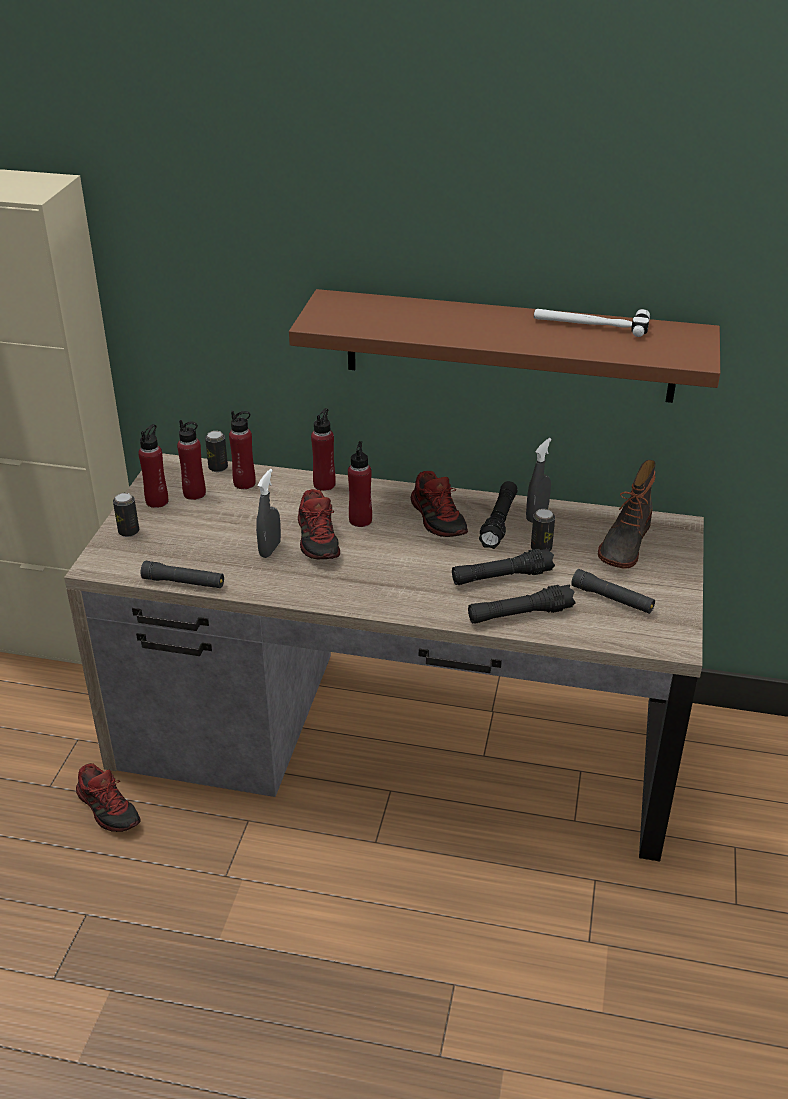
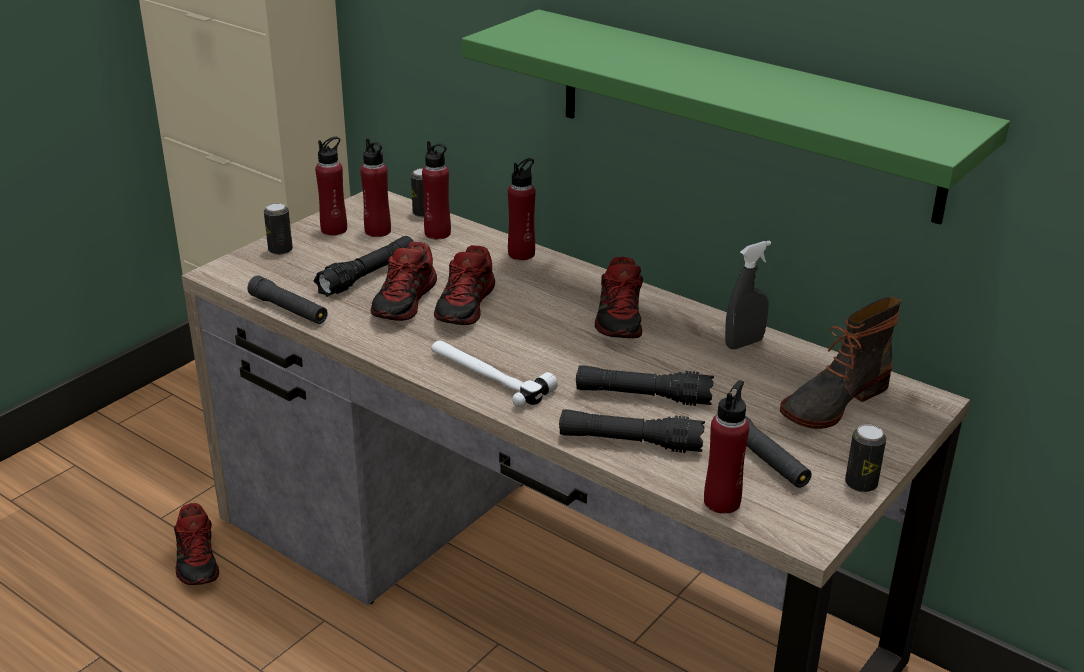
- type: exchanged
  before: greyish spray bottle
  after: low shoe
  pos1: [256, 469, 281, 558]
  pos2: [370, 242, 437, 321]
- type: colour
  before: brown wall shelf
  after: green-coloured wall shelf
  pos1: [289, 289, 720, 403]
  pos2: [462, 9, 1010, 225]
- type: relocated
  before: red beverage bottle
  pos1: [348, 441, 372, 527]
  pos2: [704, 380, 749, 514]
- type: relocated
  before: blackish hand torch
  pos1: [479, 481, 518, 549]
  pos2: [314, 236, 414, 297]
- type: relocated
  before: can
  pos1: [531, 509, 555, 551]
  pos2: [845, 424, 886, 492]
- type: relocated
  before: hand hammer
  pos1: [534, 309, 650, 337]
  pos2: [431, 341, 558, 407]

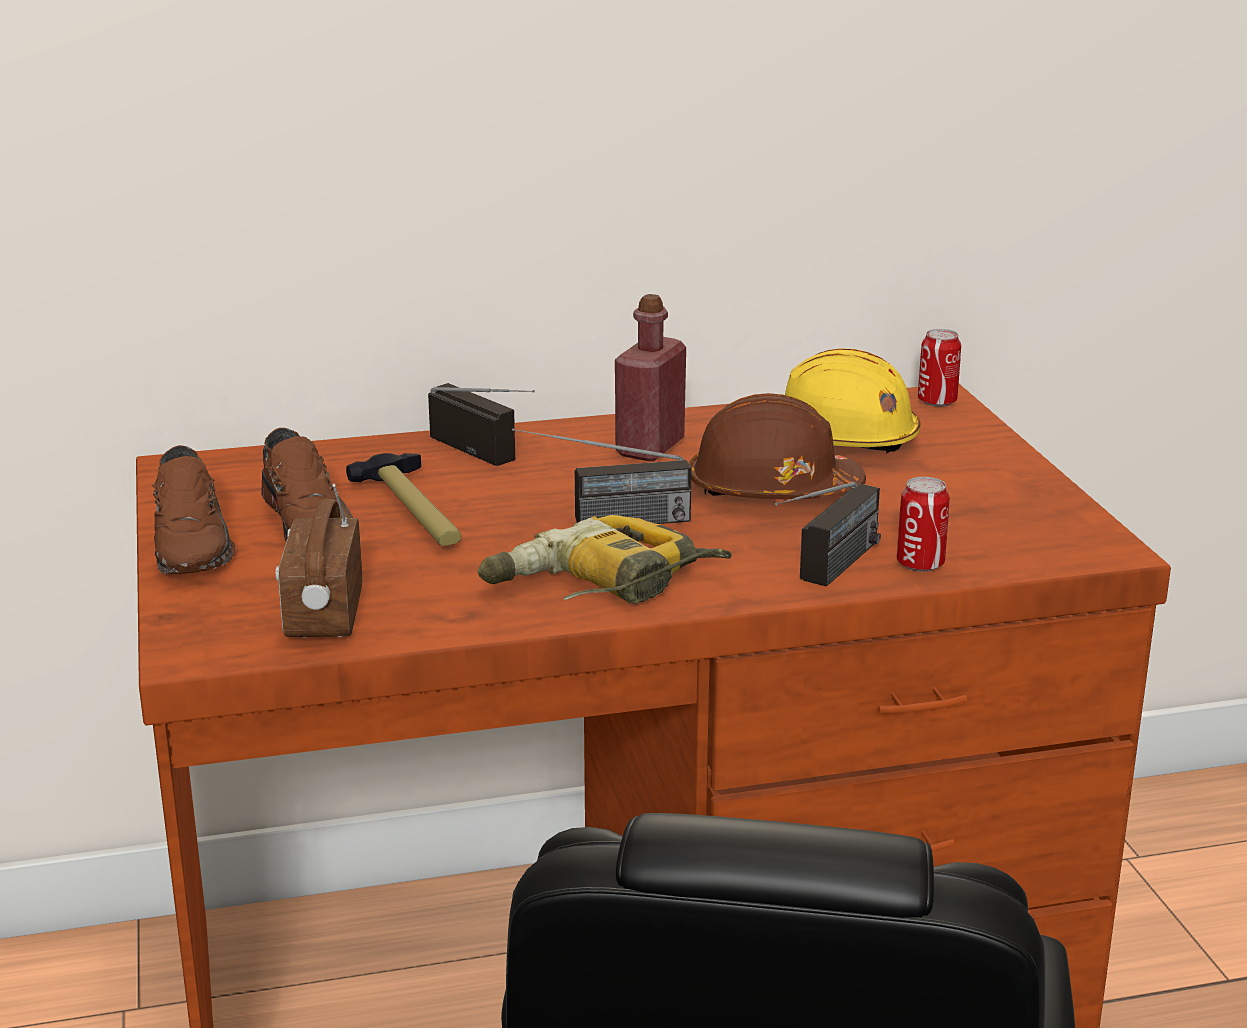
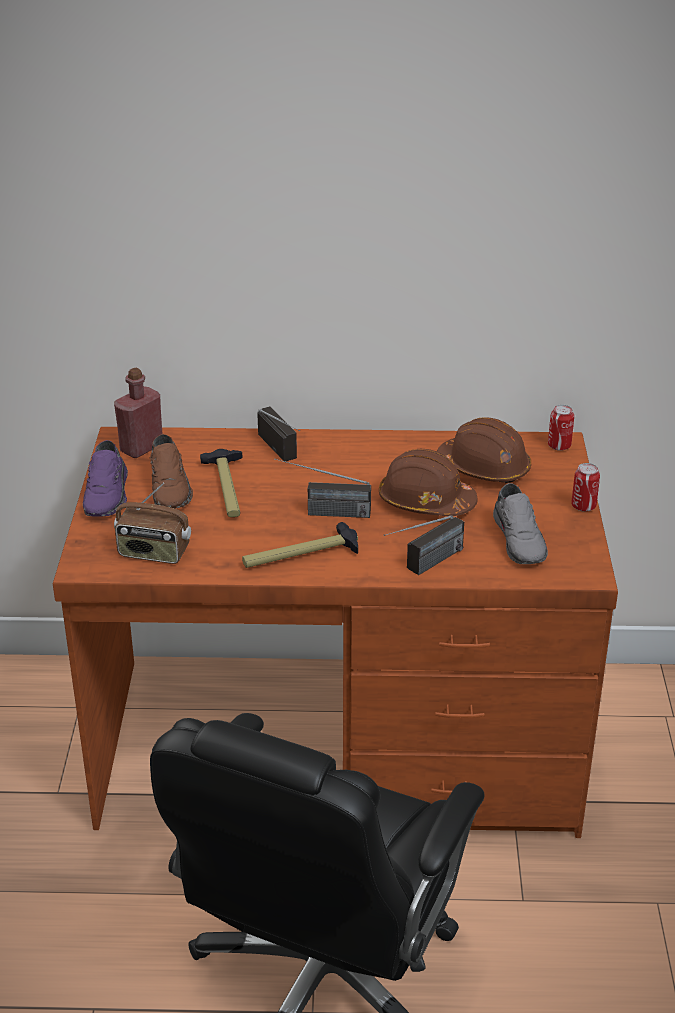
- type: colour
  before: brown low shoe
  after: purple-coloured low shoe
  pos1: [152, 445, 235, 574]
  pos2: [83, 440, 128, 517]
- type: spun
  before: radio receiver
  pos1: [276, 484, 362, 638]
  pos2: [114, 482, 191, 564]
  turn: -90
- type: exchanged
  before: drill
  after: hand hammer
  pos1: [478, 515, 732, 604]
  pos2: [242, 522, 358, 568]
- type: relocated
  before: red beverage bottle
  pos1: [615, 294, 686, 462]
  pos2: [114, 368, 163, 458]
- type: colour
  before: yellow-coloured safety helmet
  after: brown safety helmet
  pos1: [785, 348, 920, 454]
  pos2: [437, 417, 531, 483]
- type: relocated
  before: can
  pos1: [897, 477, 950, 572]
  pos2: [571, 463, 600, 512]
- type: appeared
  after: greyish low shoe
  pos2: [493, 483, 548, 564]

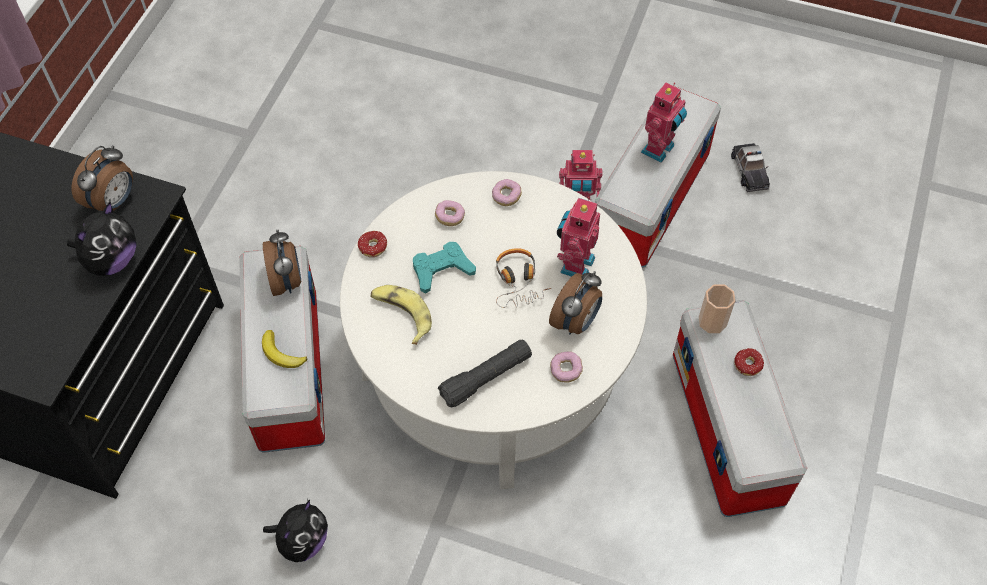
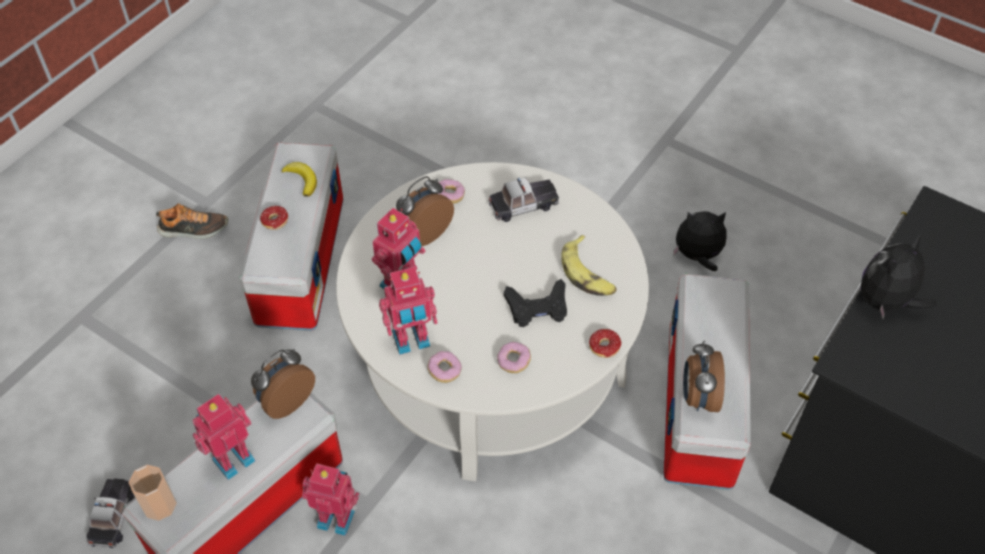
- type: relocated
  before: alarm clock
  pos1: [71, 145, 133, 211]
  pos2: [251, 349, 315, 419]
- type: relocated
  before: banana fruit
  pos1: [262, 330, 307, 368]
  pos2: [281, 162, 317, 197]
- type: spun
  before: plush toy
  pos1: [263, 500, 328, 562]
  pos2: [673, 211, 727, 271]
  turn: 45
- type: colour
  before: turquoise-coloured gamepad
  after: blackish gamepad
  pos1: [413, 242, 476, 294]
  pos2: [504, 279, 567, 327]
- type: exchanged
  before: blackish hand torch
  after: miniature car
  pos1: [438, 339, 532, 407]
  pos2: [488, 177, 559, 222]
- type: missing
  before: headphones
  pos1: [496, 248, 551, 308]
- type: relocated
  before: small cup
  pos1: [699, 284, 735, 333]
  pos2: [129, 465, 177, 521]
- type: appeared
  after: low shoe
  pos2: [156, 203, 228, 239]
- type: appeared
  after: toy robot
  pos2: [379, 267, 438, 355]

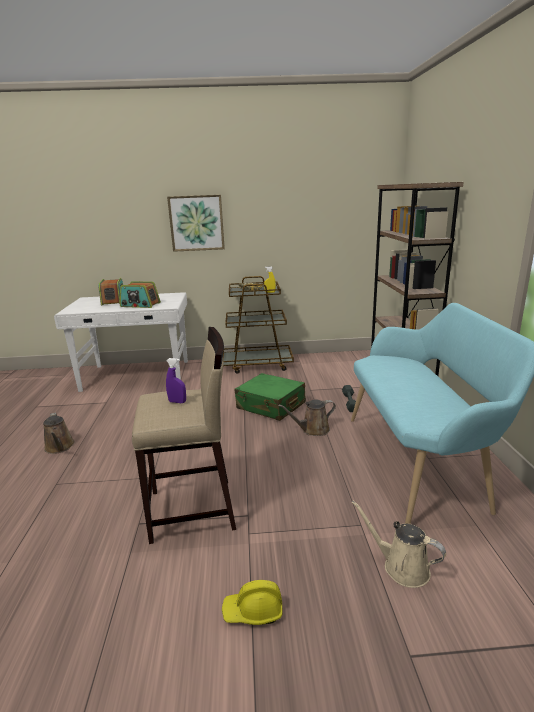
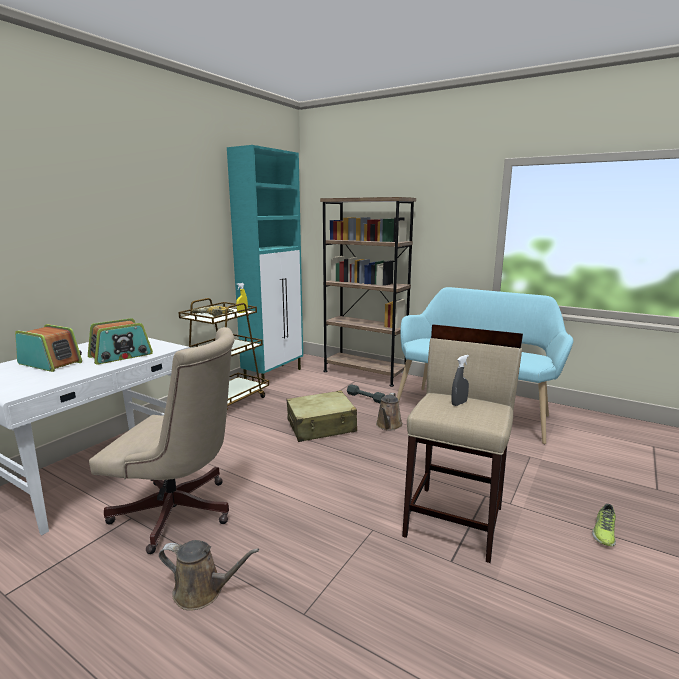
- type: colour
  before: purple-coloured spray bottle
  after: greyish spray bottle
  pos1: [166, 358, 186, 403]
  pos2: [451, 355, 469, 406]
- type: missing
  before: wall picture
  pos1: [167, 195, 225, 252]
- type: exchanged
  before: yellow-coloured safety helmet
  after: low shoe
  pos1: [222, 580, 282, 625]
  pos2: [592, 504, 616, 546]
- type: colour
  before: green-coloured suitcase
  after: beige suitcase
  pos1: [235, 373, 306, 421]
  pos2: [287, 390, 357, 442]
- type: missing
  before: beige watering can
  pos1: [352, 501, 446, 588]
- type: appeared
  after: beige desk chair
  pos2: [89, 327, 235, 554]
- type: appeared
  after: turquoise-coloured storage cabinet
  pos2: [227, 145, 303, 383]

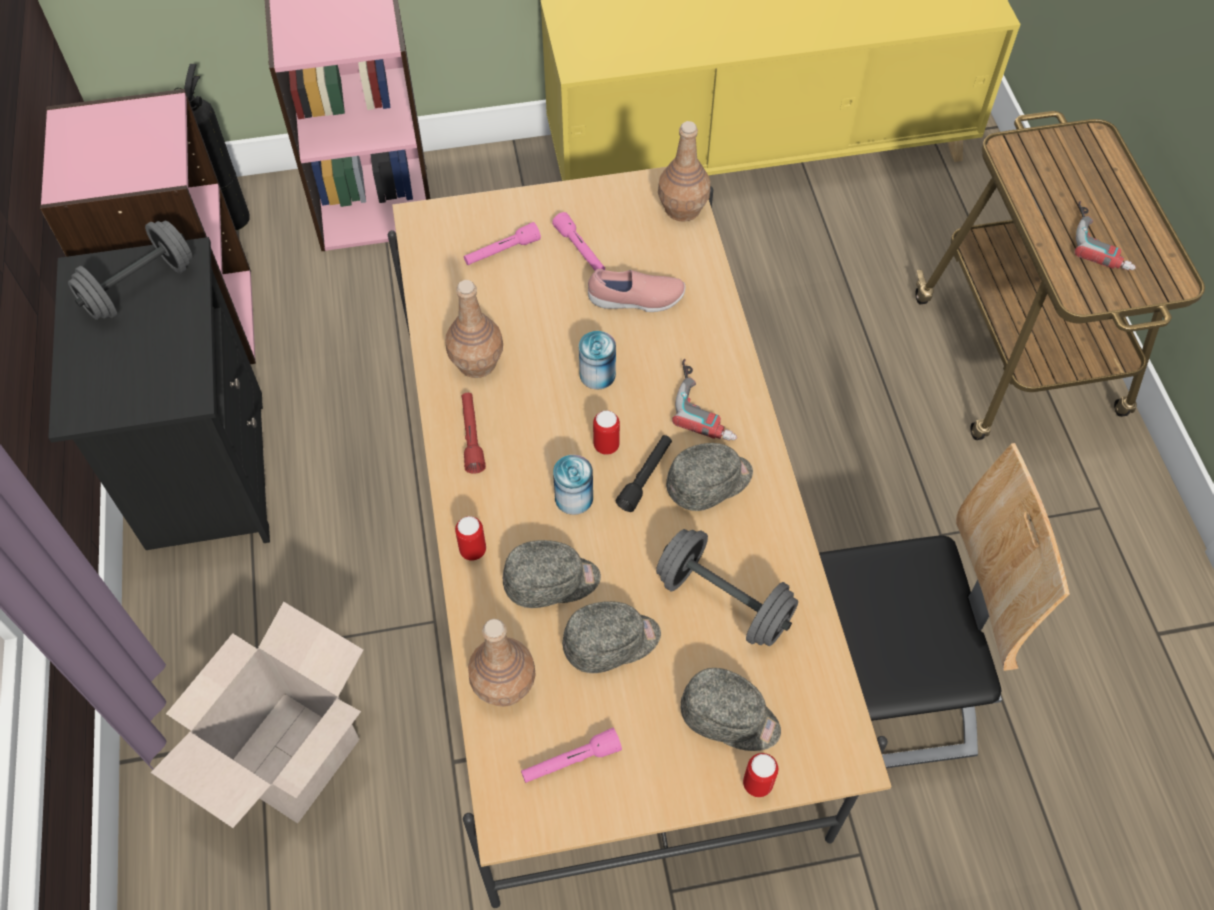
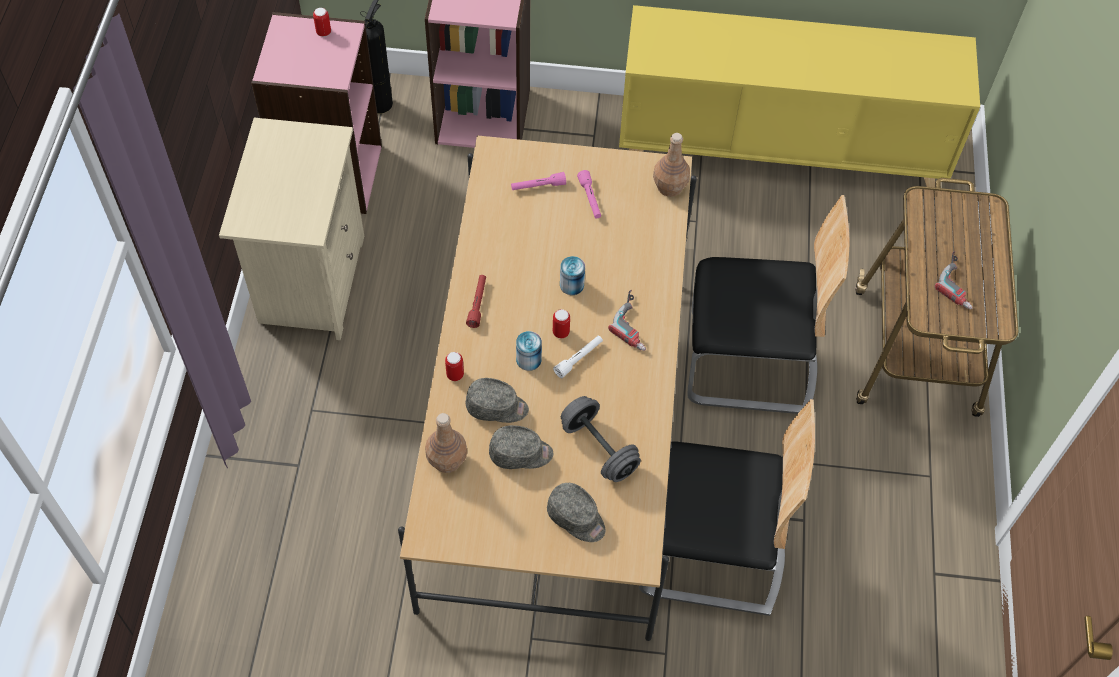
- type: colour
  before: blackish bedside table
  after: beige bedside table
  pos1: [48, 237, 270, 550]
  pos2: [219, 118, 364, 340]
- type: missing
  before: greyish free weight
  pos1: [68, 221, 192, 320]
- type: missing
  before: cardboard box
  pos1: [151, 602, 364, 828]
- type: missing
  before: brown beverage bottle
  pos1: [445, 280, 503, 378]
- type: missing
  before: pink-coloured hand torch
  pos1: [521, 728, 622, 783]
- type: missing
  before: pink-coloured low shoe
  pos1: [588, 269, 685, 312]
- type: colour
  before: blackish hand torch
  after: white-coloured hand torch
  pos1: [616, 435, 672, 512]
  pos2: [553, 335, 603, 378]
- type: missing
  before: greyish peaked cap
  pos1: [666, 443, 753, 511]
- type: relocated
  before: can
  pos1: [743, 753, 779, 797]
  pos2: [313, 8, 331, 37]
- type: appeared
  after: plain chair
  pos2: [687, 195, 849, 414]

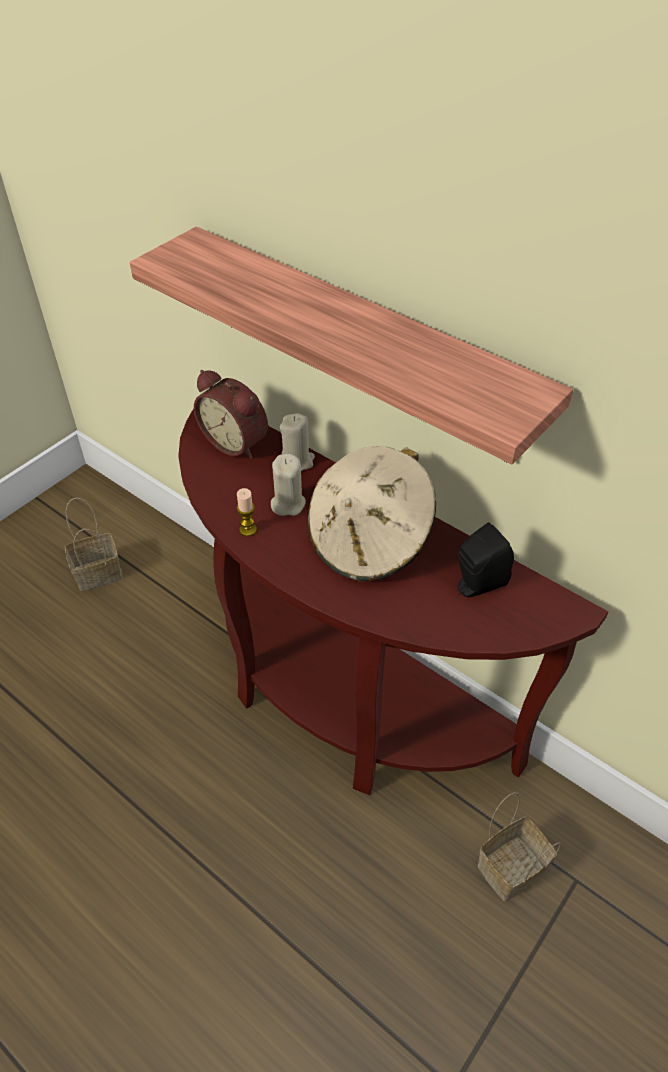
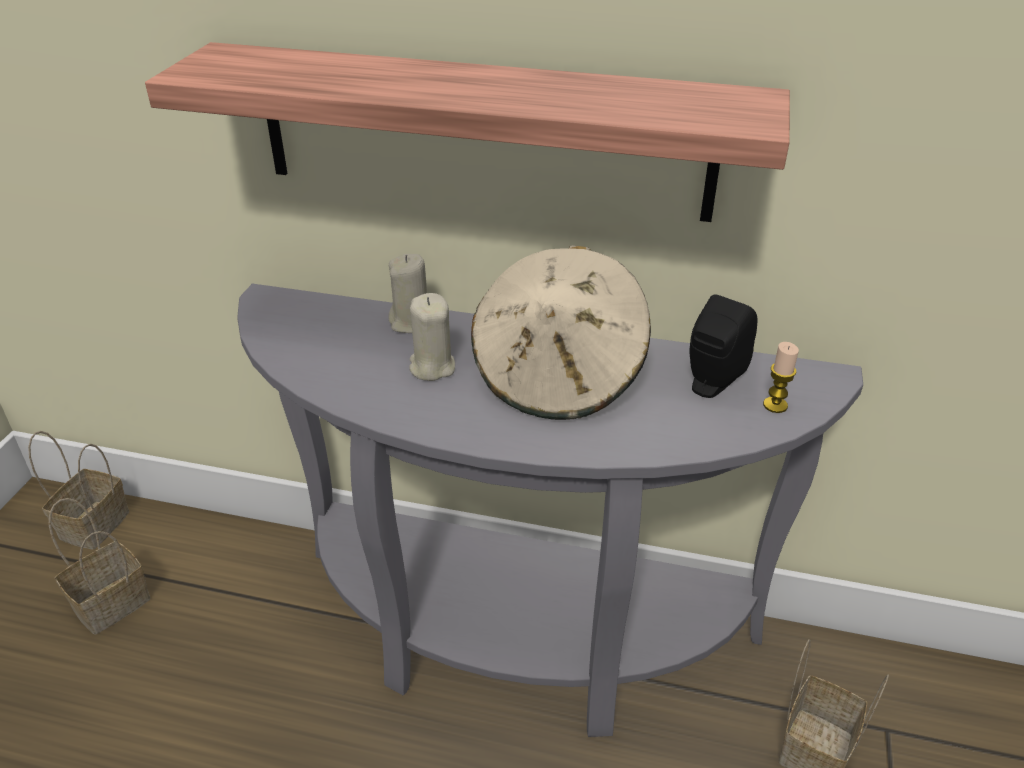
- type: colour
  before: brown console table
  after: greyish console table
  pos1: [178, 409, 608, 795]
  pos2: [237, 284, 863, 737]
- type: missing
  before: alarm clock
  pos1: [194, 370, 268, 458]
- type: relocated
  before: candle
  pos1: [237, 488, 257, 536]
  pos2: [763, 342, 799, 413]
- type: appeared
  after: storage basket
  pos2: [28, 431, 129, 550]

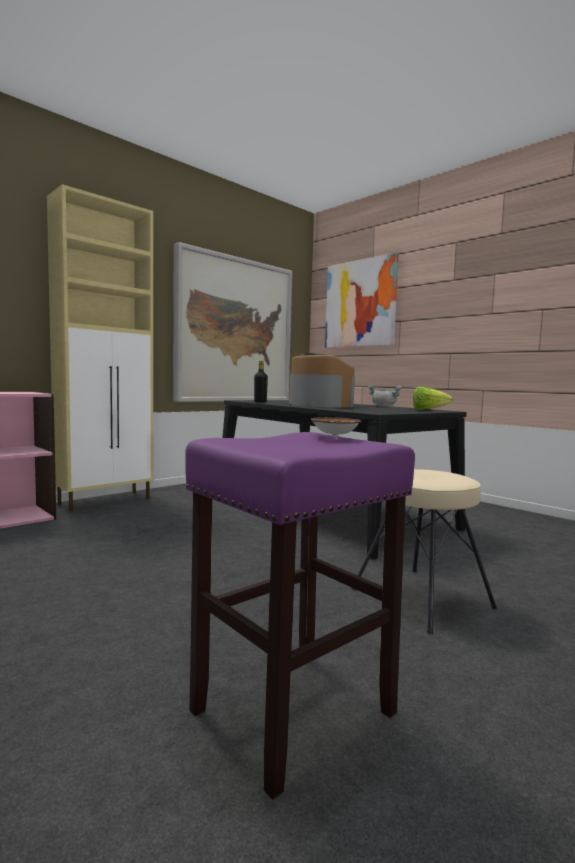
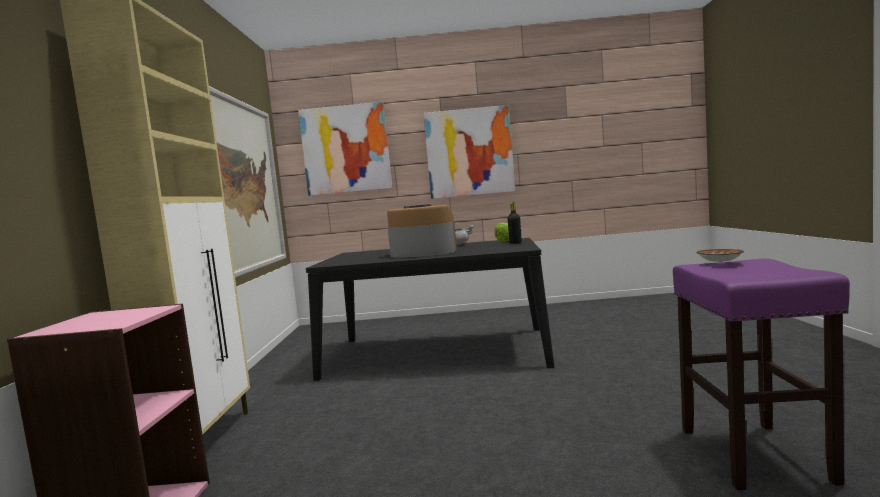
- type: relocated
  before: blackish beverage bottle
  pos1: [254, 361, 268, 403]
  pos2: [507, 202, 521, 244]
- type: missing
  before: beige sitting stool
  pos1: [351, 469, 497, 634]
- type: appeared
  after: wall picture
  pos2: [423, 105, 515, 199]

